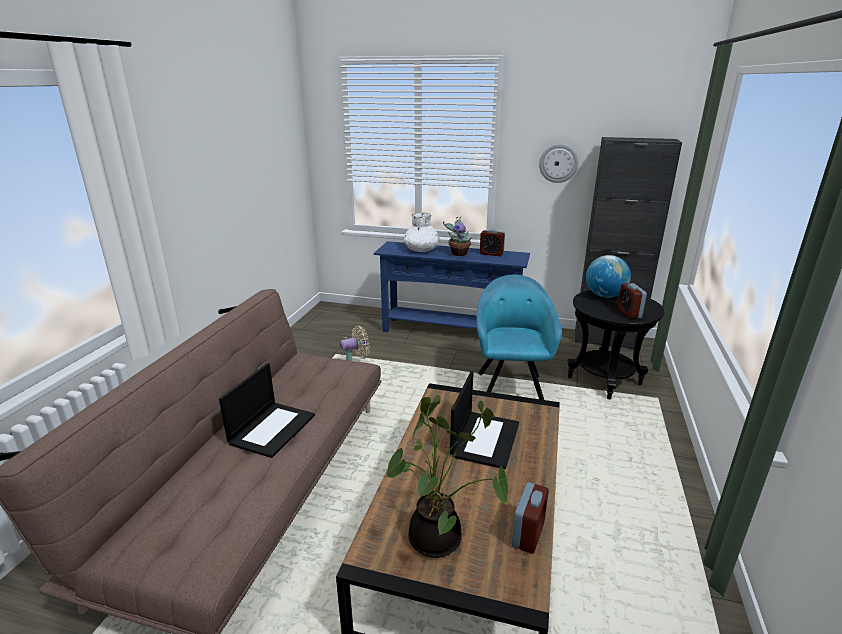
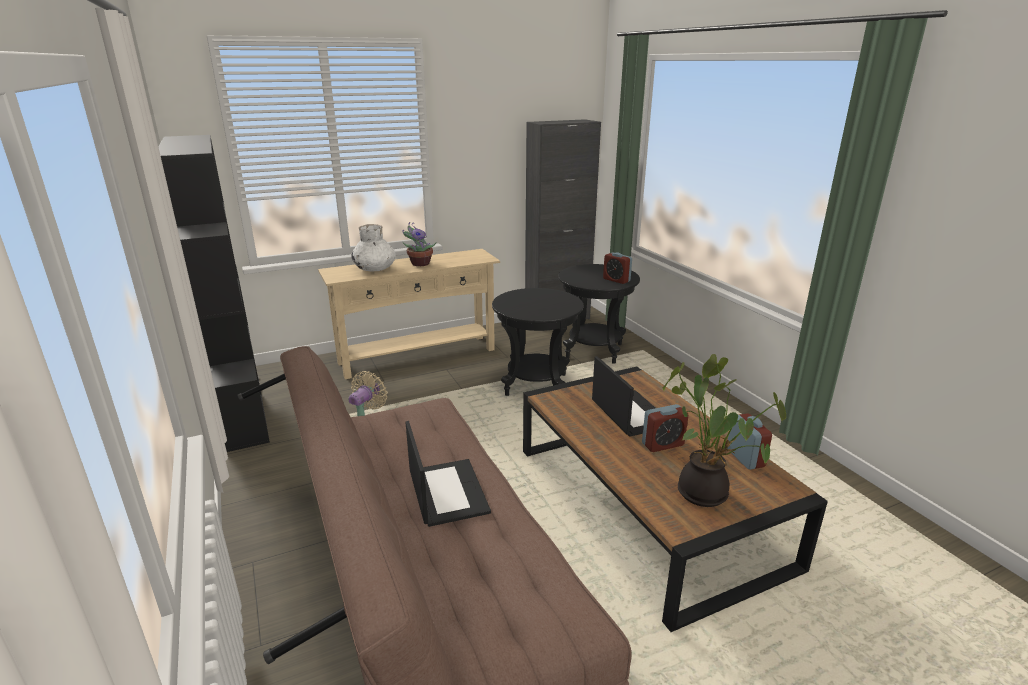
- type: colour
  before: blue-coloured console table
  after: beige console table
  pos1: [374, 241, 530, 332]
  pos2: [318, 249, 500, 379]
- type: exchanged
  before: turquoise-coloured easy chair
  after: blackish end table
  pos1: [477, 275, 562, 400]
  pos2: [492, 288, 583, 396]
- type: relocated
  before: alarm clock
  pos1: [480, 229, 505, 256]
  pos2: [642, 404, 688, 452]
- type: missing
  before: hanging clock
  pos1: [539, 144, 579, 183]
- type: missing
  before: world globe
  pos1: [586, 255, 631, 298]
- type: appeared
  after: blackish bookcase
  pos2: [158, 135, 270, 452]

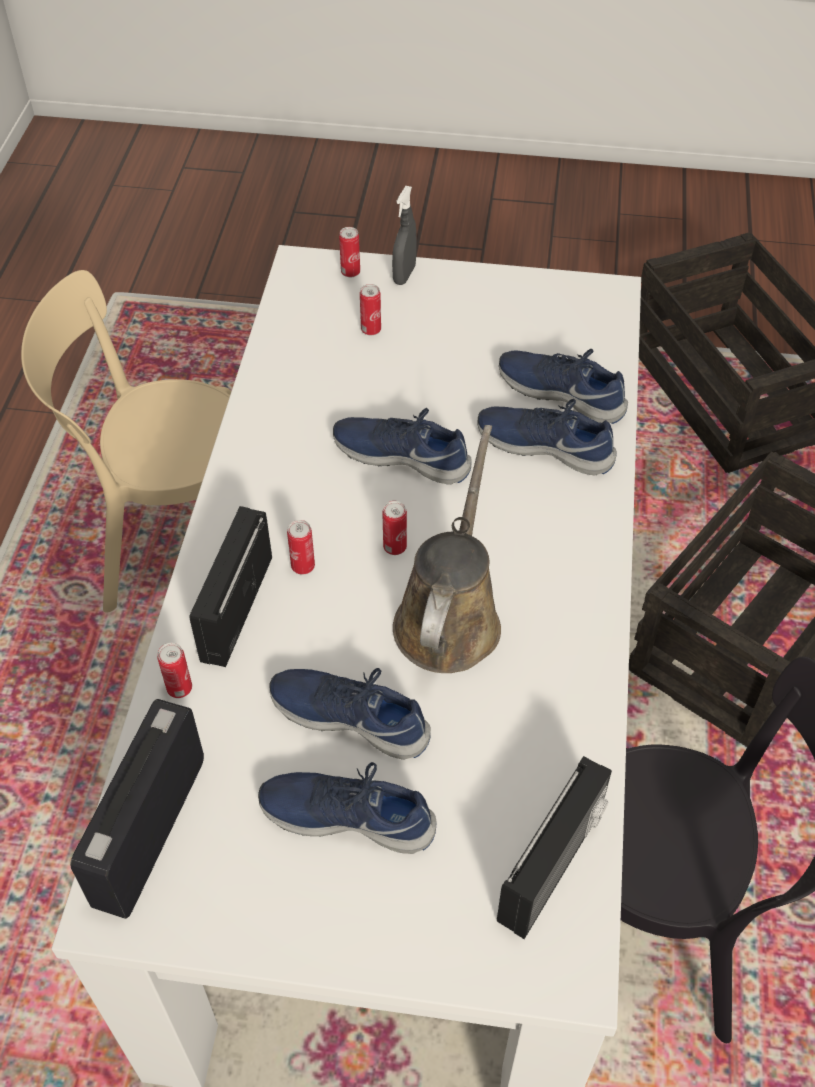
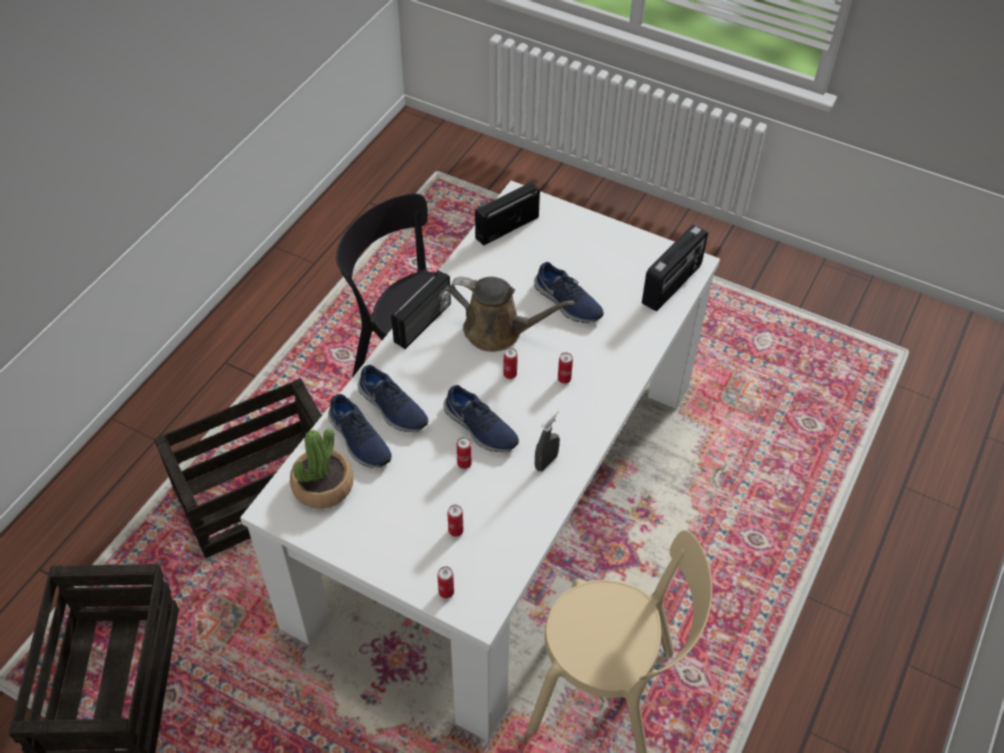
- type: relocated
  before: can
  pos1: [158, 643, 192, 698]
  pos2: [457, 437, 472, 469]
- type: relocated
  before: radio receiver
  pos1: [189, 506, 272, 667]
  pos2: [391, 270, 451, 349]
- type: missing
  before: blue-coloured low shoe
  pos1: [258, 762, 436, 854]
- type: relocated
  before: greyish spray bottle
  pos1: [392, 186, 416, 285]
  pos2: [535, 410, 560, 471]
- type: spun
  before: brown watering can
  pos1: [393, 425, 501, 673]
  pos2: [449, 277, 575, 352]
  turn: -105
- type: appeared
  after: plant in a pot
  pos2: [290, 428, 353, 509]

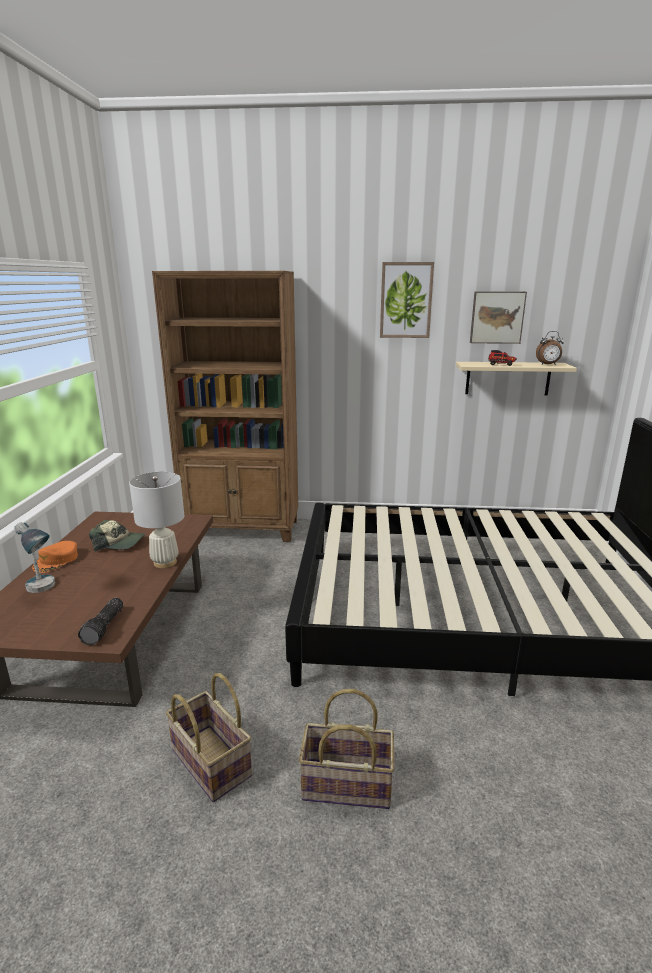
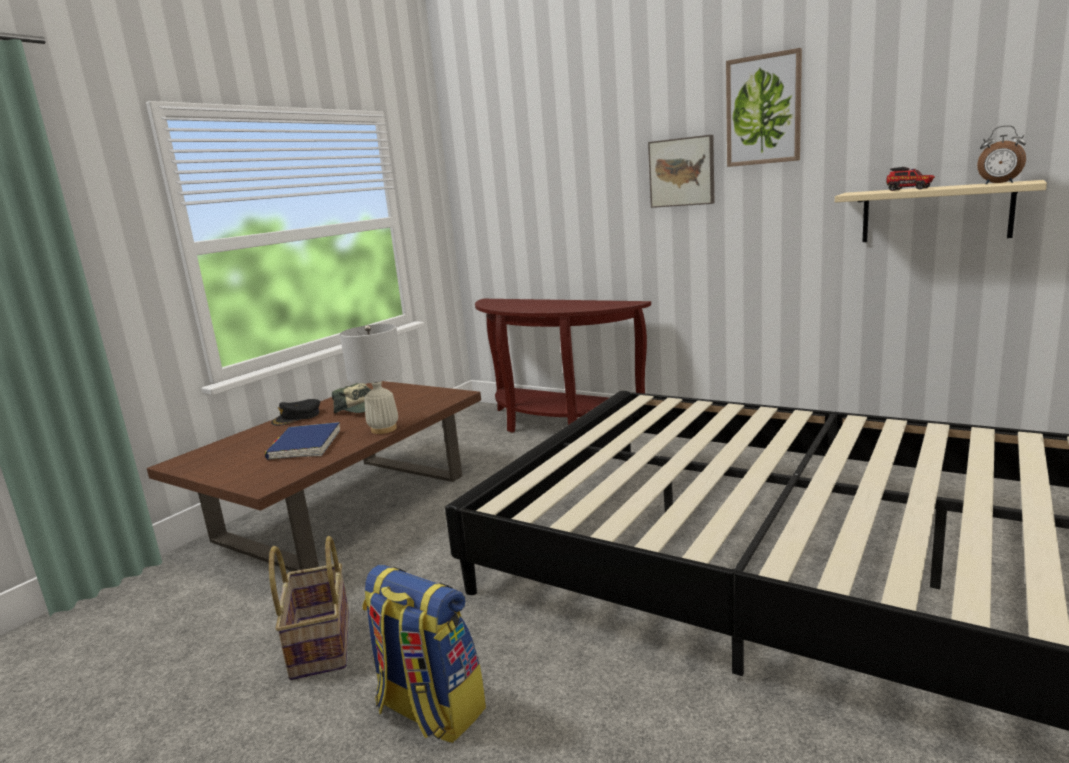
- type: missing
  before: tabletop lamp
  pos1: [14, 522, 55, 593]
- type: colour
  before: orange peaked cap
  after: blackish peaked cap
  pos1: [32, 541, 78, 573]
  pos2: [271, 399, 320, 426]
- type: missing
  before: hand torch
  pos1: [78, 598, 123, 645]
- type: exchanged
  before: brown bookcase
  after: brown console table
  pos1: [152, 271, 298, 542]
  pos2: [475, 299, 651, 433]
- type: exchanged
  before: storage basket
  after: knapsack
  pos1: [299, 689, 394, 809]
  pos2: [362, 565, 486, 743]
- type: relocated
  before: wall picture
  pos1: [470, 292, 527, 344]
  pos2: [648, 135, 714, 208]
- type: appeared
  after: blue-coloured bound book
  pos2: [265, 422, 340, 460]

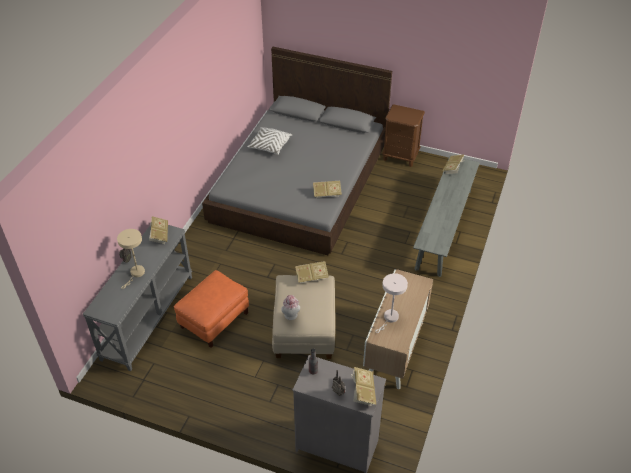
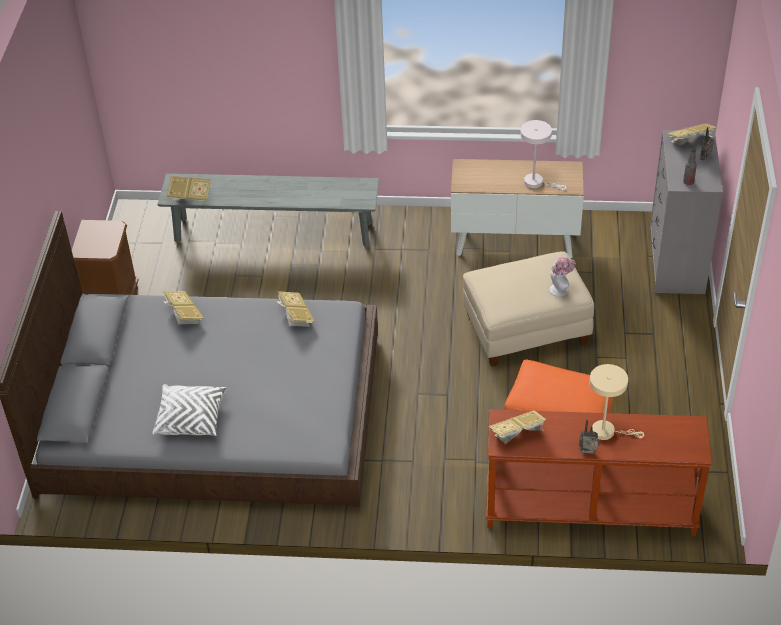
- type: colour
  before: greyish console table
  after: brown console table
  pos1: [82, 225, 192, 371]
  pos2: [486, 409, 712, 536]
- type: relocated
  before: bound book
  pos1: [295, 261, 329, 284]
  pos2: [164, 291, 204, 324]

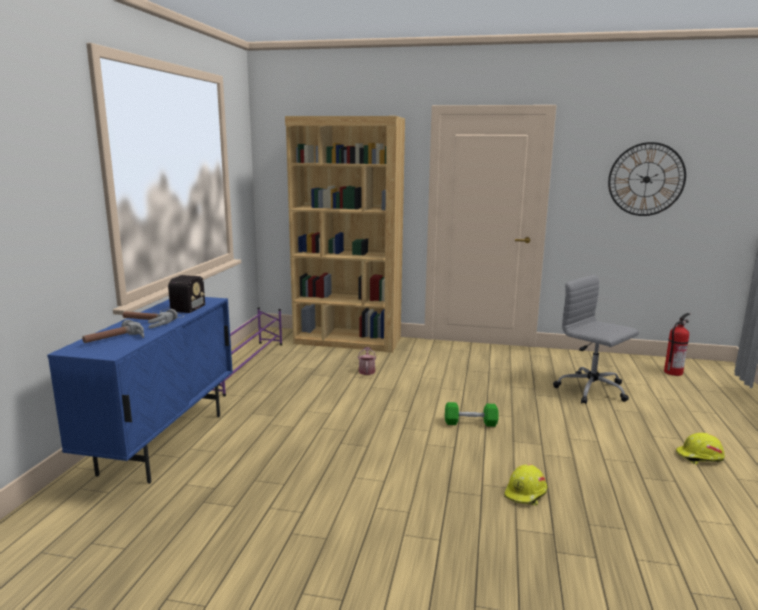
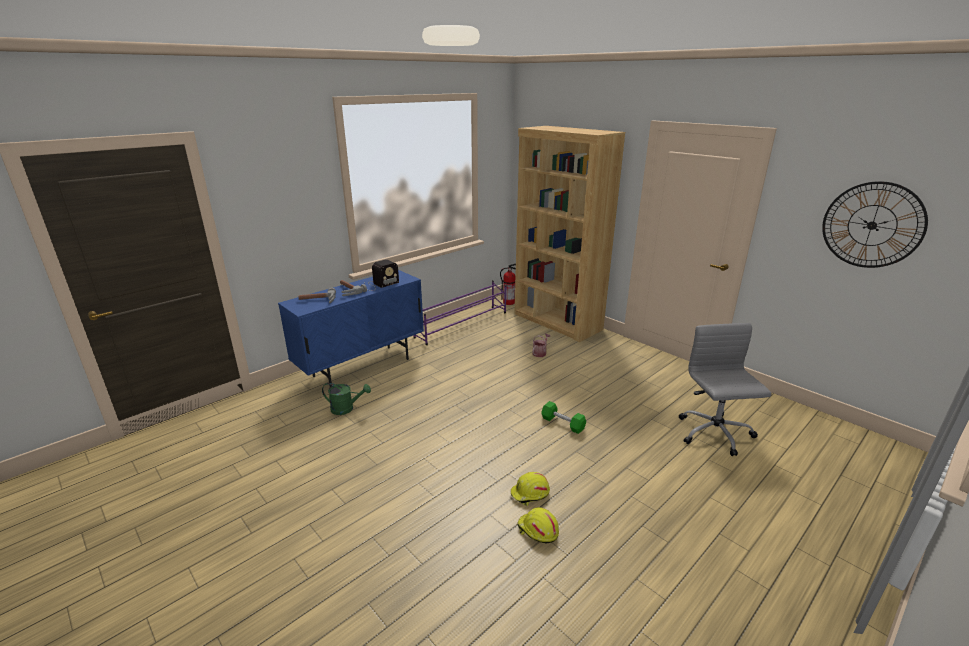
- type: relocated
  before: extinguisher
  pos1: [664, 313, 690, 376]
  pos2: [500, 264, 516, 305]
- type: relocated
  before: yellow-coloured safety helmet
  pos1: [676, 433, 725, 464]
  pos2: [517, 507, 559, 543]
- type: appeared
  after: green-coloured watering can
  pos2: [322, 383, 371, 415]

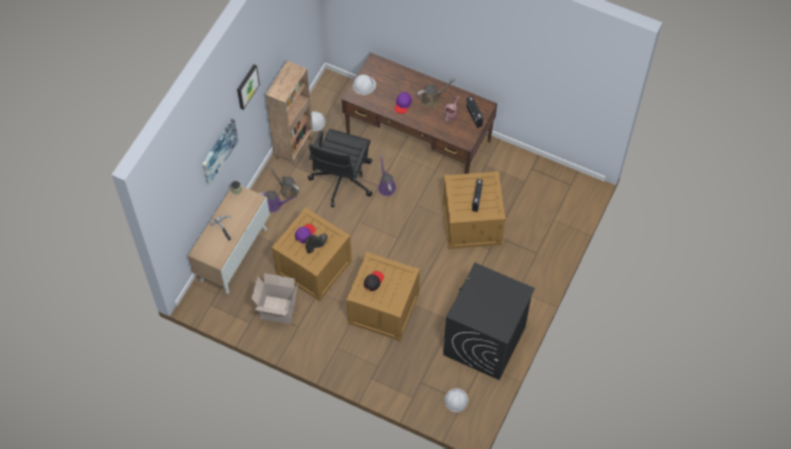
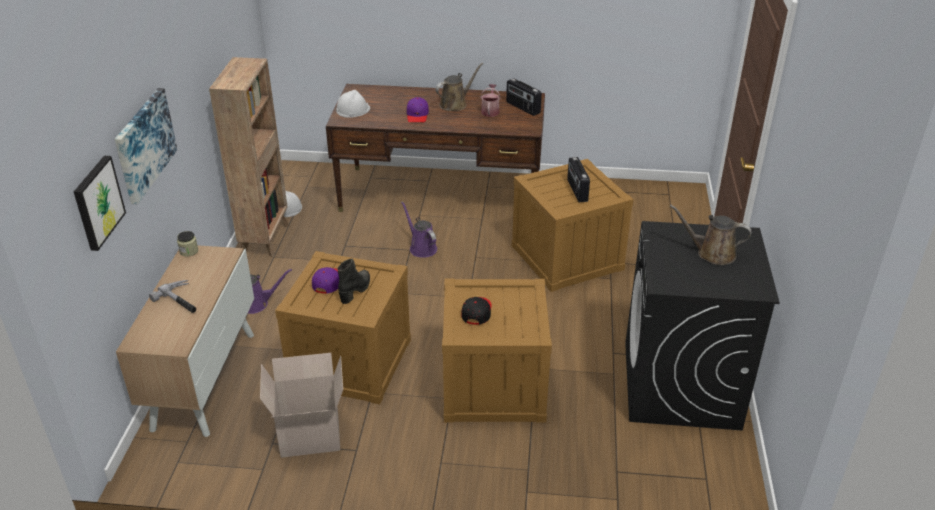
- type: relocated
  before: wall picture
  pos1: [237, 65, 260, 110]
  pos2: [74, 156, 126, 251]
- type: relocated
  before: brown watering can
  pos1: [268, 165, 300, 199]
  pos2: [670, 205, 752, 265]
- type: missing
  before: blackish desk chair
  pos1: [308, 129, 372, 207]
- type: missing
  before: white-coloured safety helmet
  pos1: [445, 389, 468, 412]

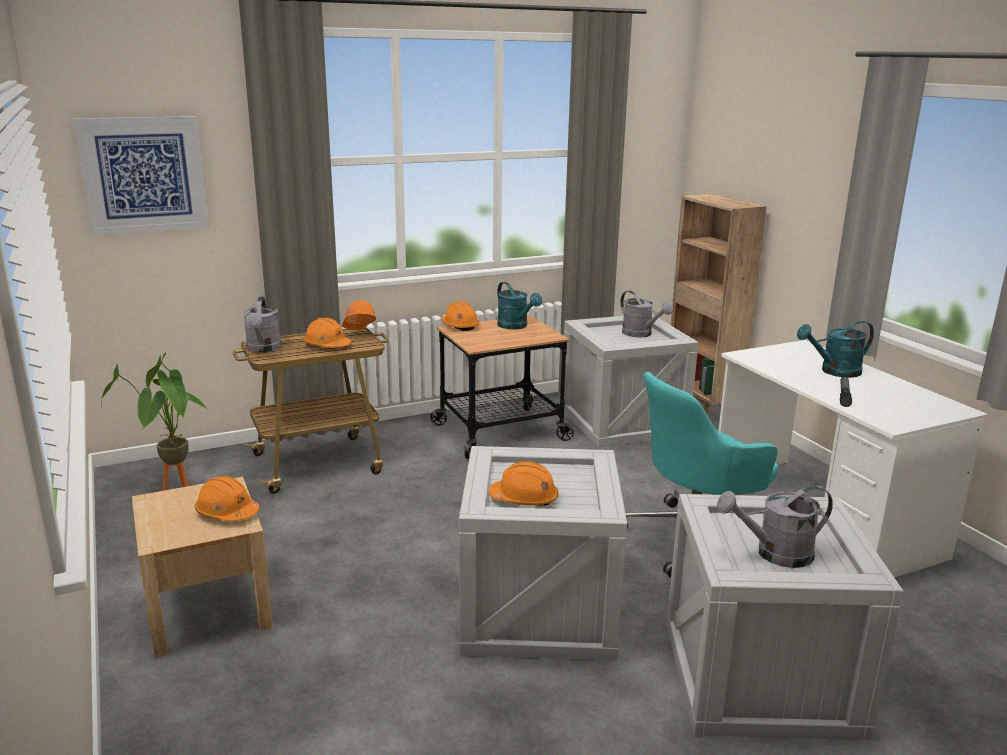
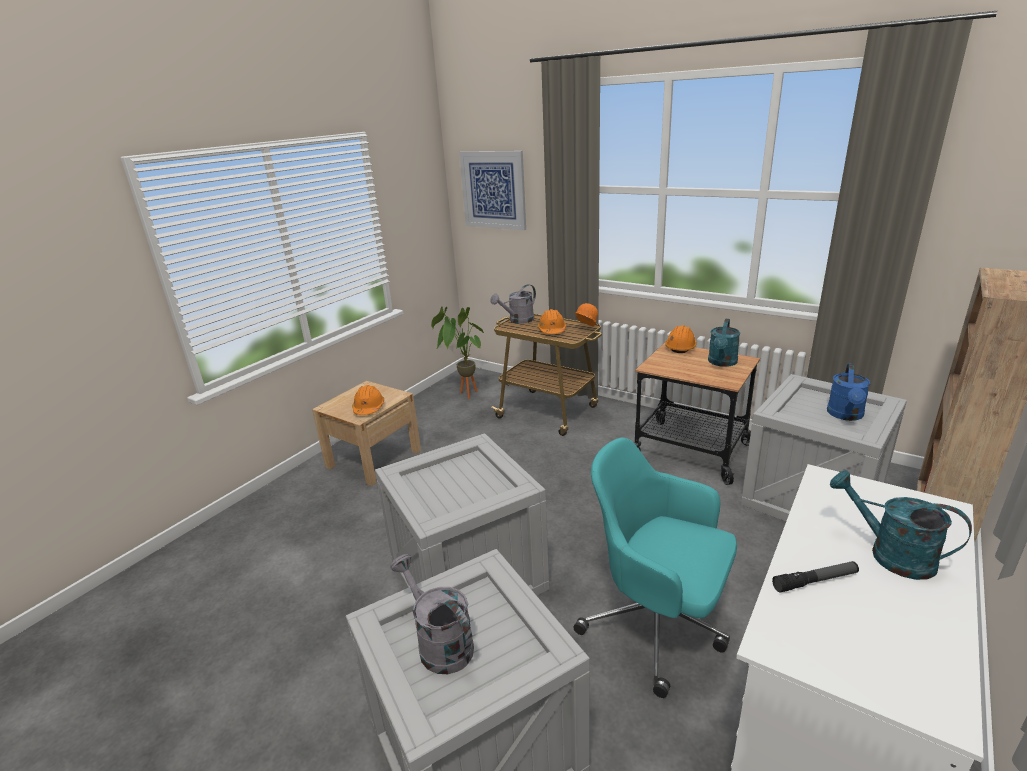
- type: missing
  before: orange safety helmet
  pos1: [488, 461, 559, 505]
- type: colour
  before: greyish watering can
  after: blue-coloured watering can
  pos1: [620, 291, 673, 337]
  pos2: [827, 363, 870, 421]

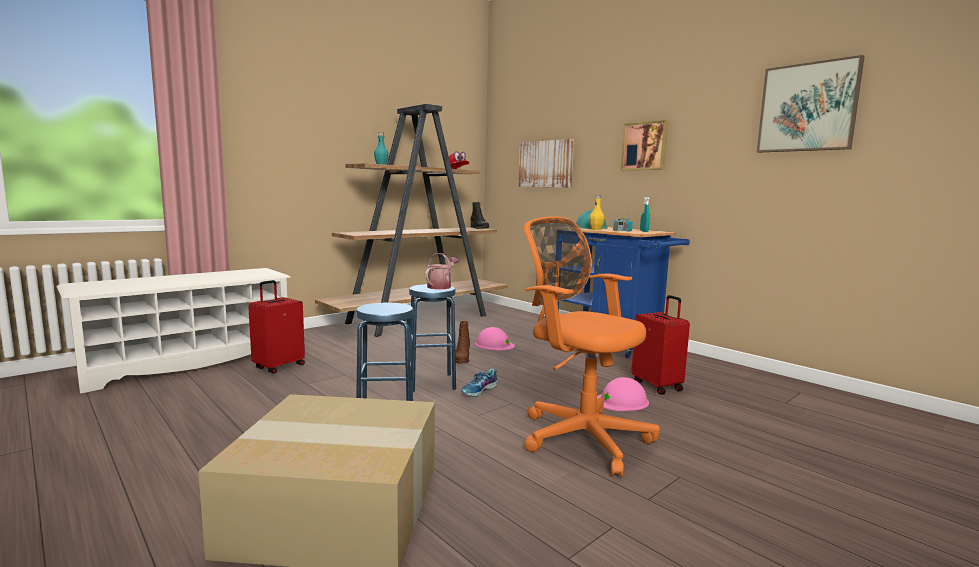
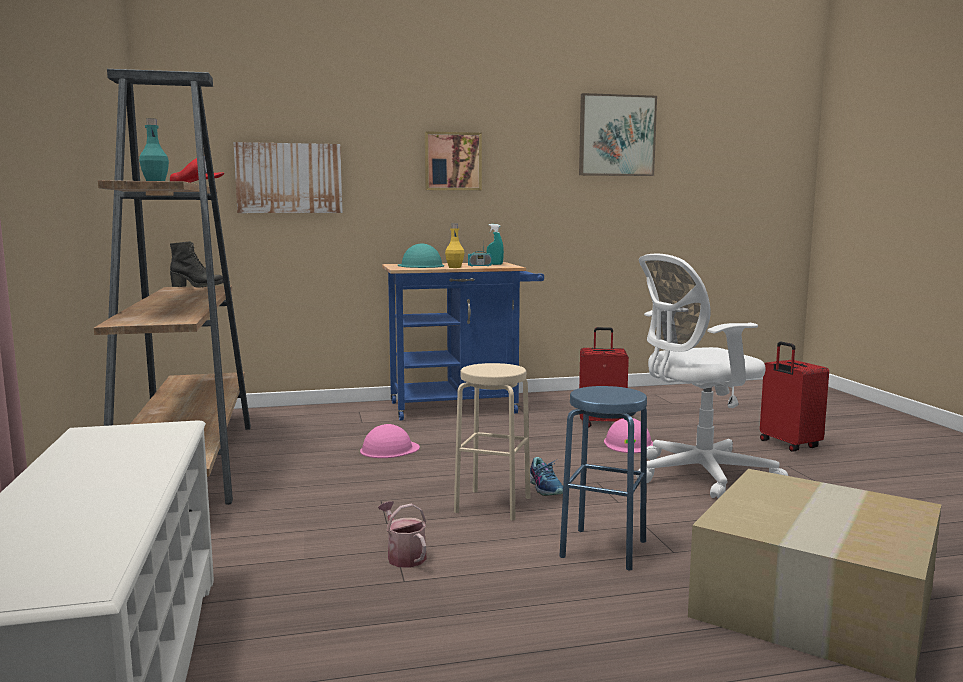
- type: relocated
  before: red suitcase
  pos1: [248, 280, 305, 374]
  pos2: [760, 341, 829, 452]
- type: colour
  before: blue-coloured sitting stool
  after: beige sitting stool
  pos1: [409, 284, 456, 392]
  pos2: [454, 363, 531, 521]
- type: relocated
  before: watering can
  pos1: [426, 253, 459, 289]
  pos2: [378, 501, 427, 568]
- type: missing
  before: brown boot
  pos1: [456, 321, 470, 363]
- type: colour
  before: orange desk chair
  after: white-coloured desk chair
  pos1: [524, 217, 660, 477]
  pos2: [636, 254, 788, 499]

